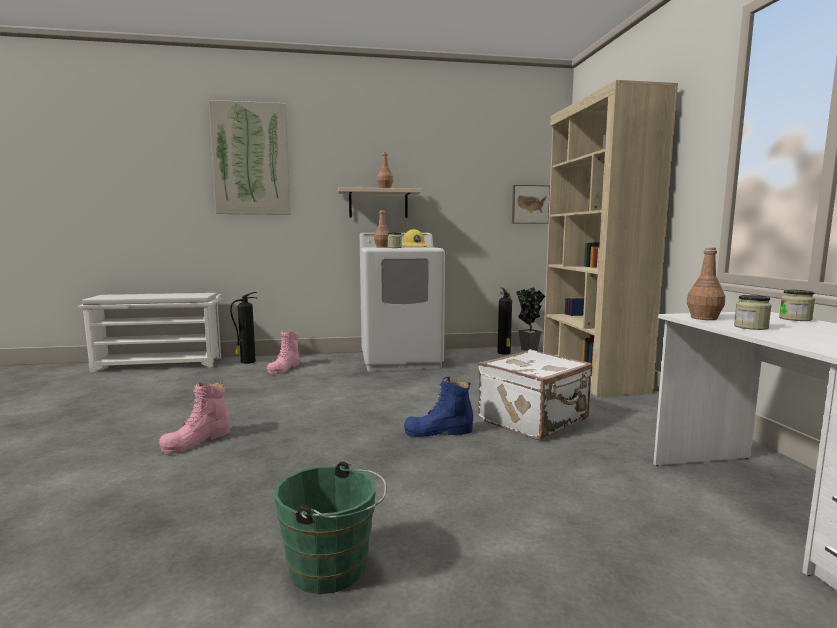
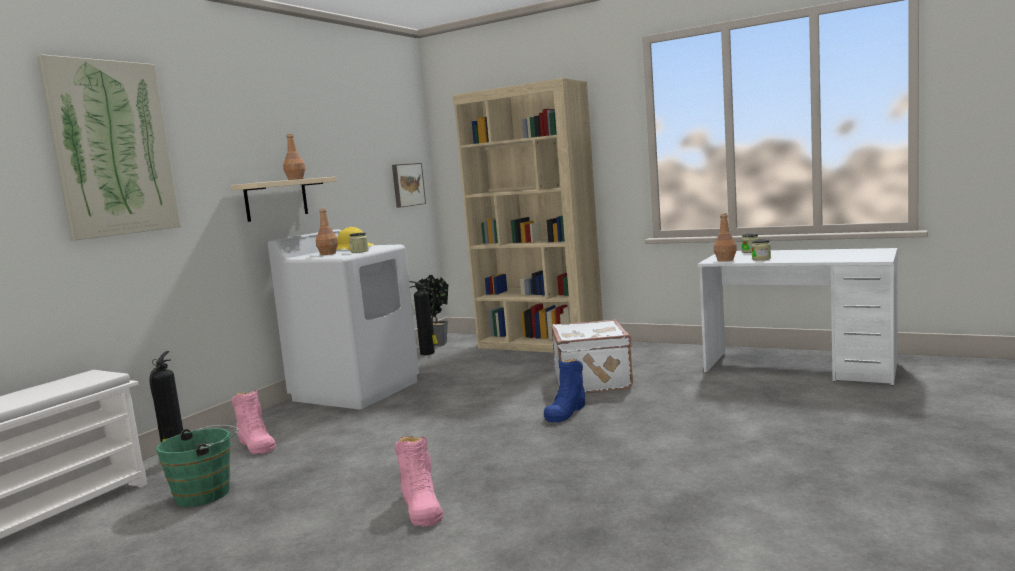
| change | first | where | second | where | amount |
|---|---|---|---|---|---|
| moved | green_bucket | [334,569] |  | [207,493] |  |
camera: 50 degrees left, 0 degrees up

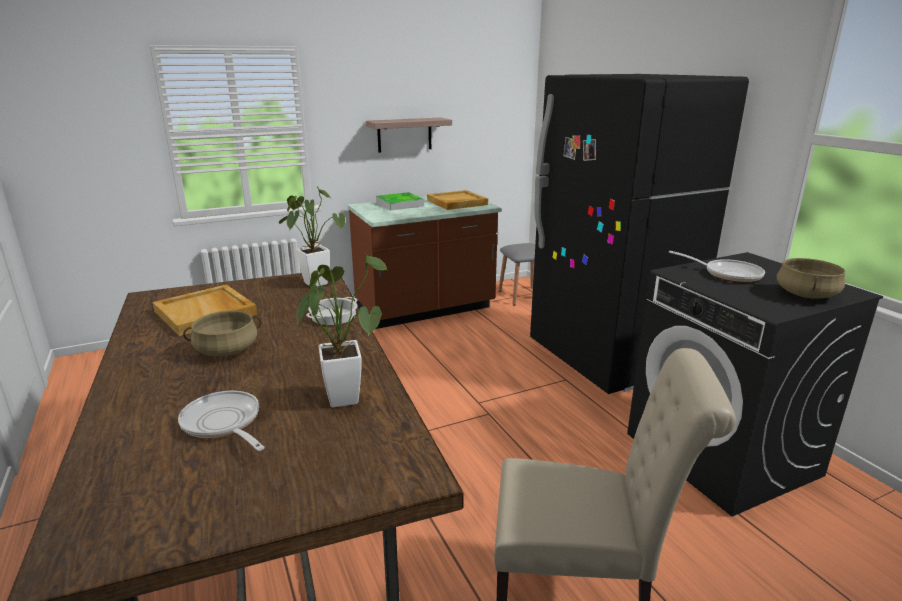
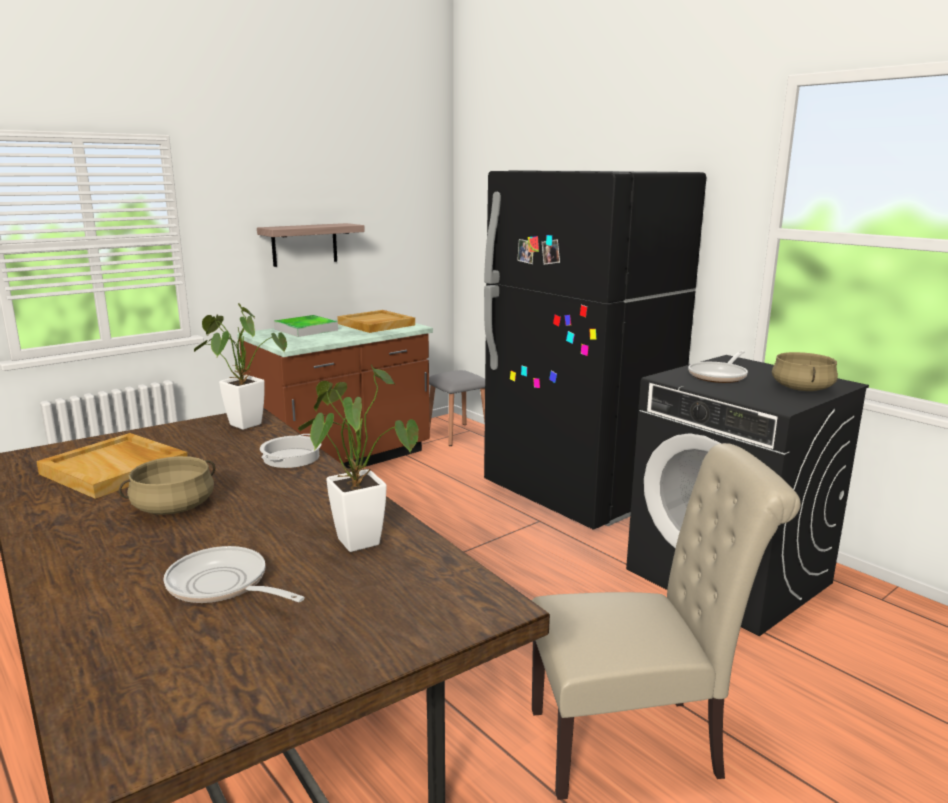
| change | first | where | second | where | amount |
|---|---|---|---|---|---|
| turned | frying_pan | [727,274] |  | [719,376] | 105 degrees clockwise |
camera: 15 degrees left, 5 degrees down

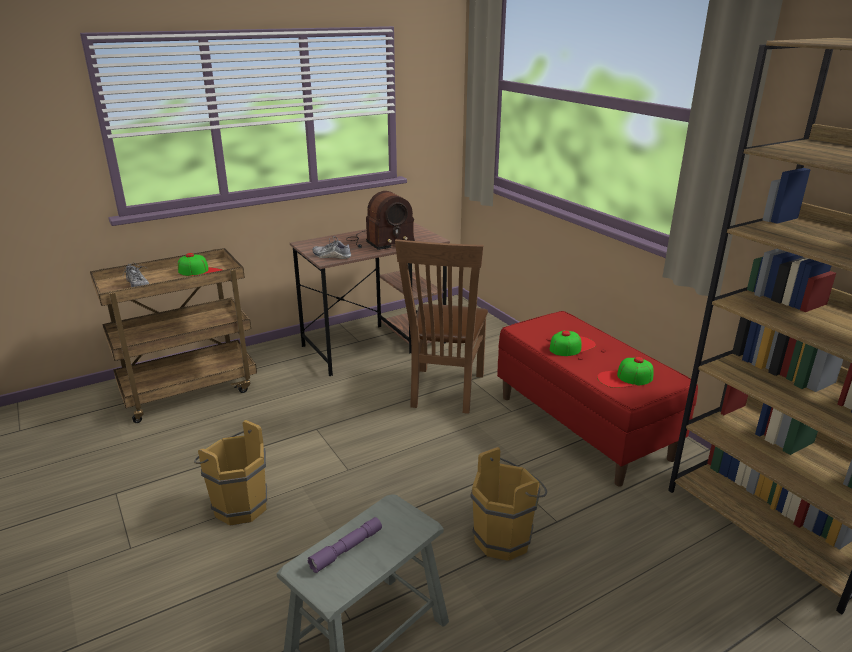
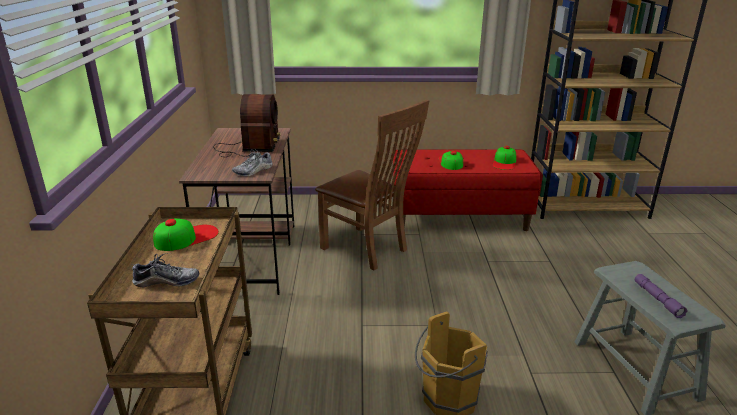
| change | first | where | second | where | amount |
|---|---|---|---|---|---|
| removed | brown_bucket | [506,538] |  |  |  |
camera: 60 degrees left, 0 degrees up

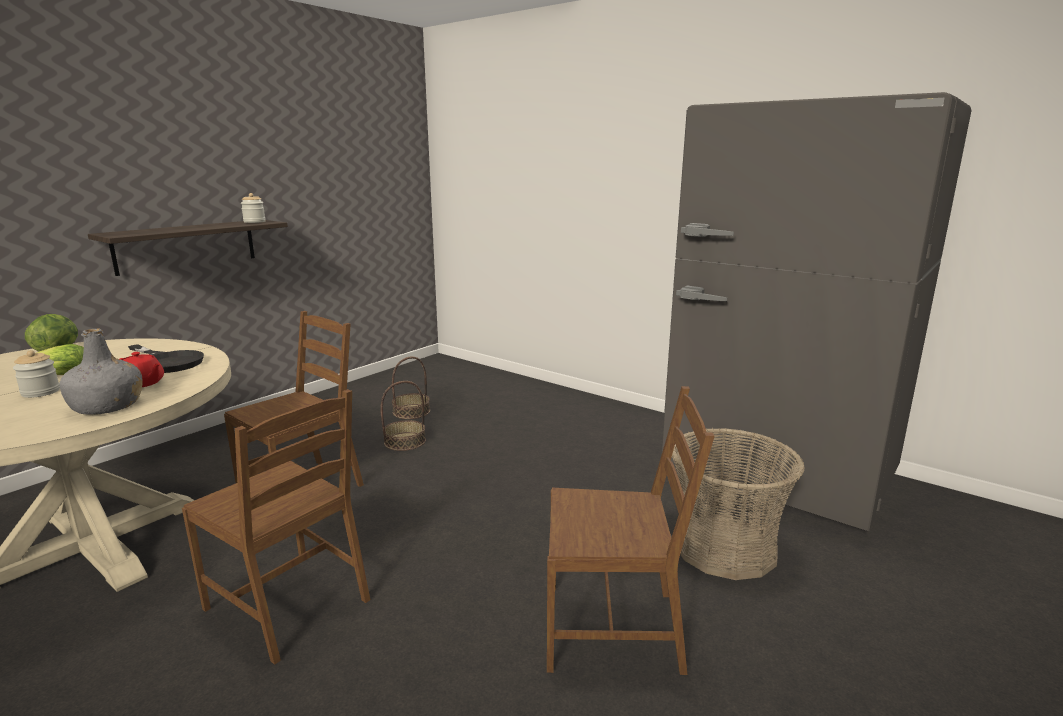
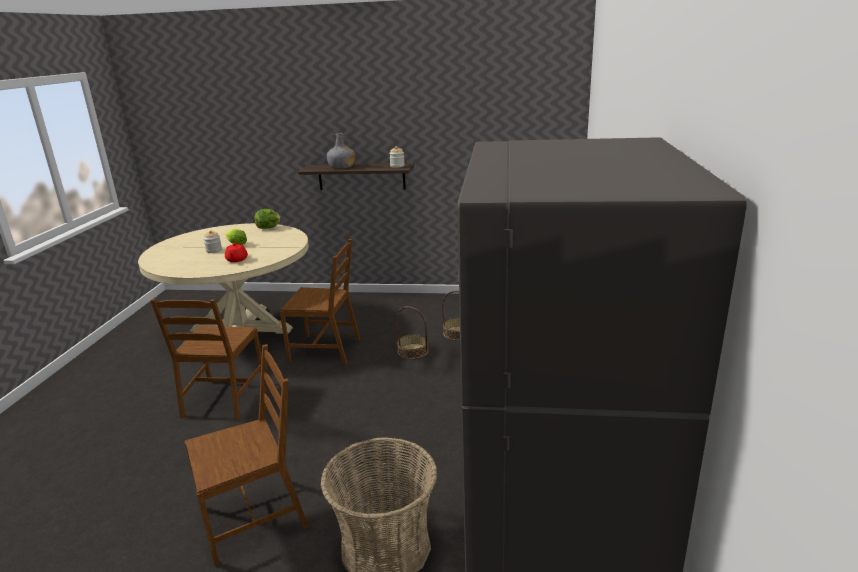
| change | first | where | second | where | amount |
|---|---|---|---|---|---|
| moved | grey_bottle | [107,406] |  | [342,167] |  |
| removed | black_frying_pan | [167,362] |  |  |  |
| turned | brown_chair | [613,627] |  | [255,517] | 90 degrees counterclockwise |
camera: 60 degrees right, 5 degrees up

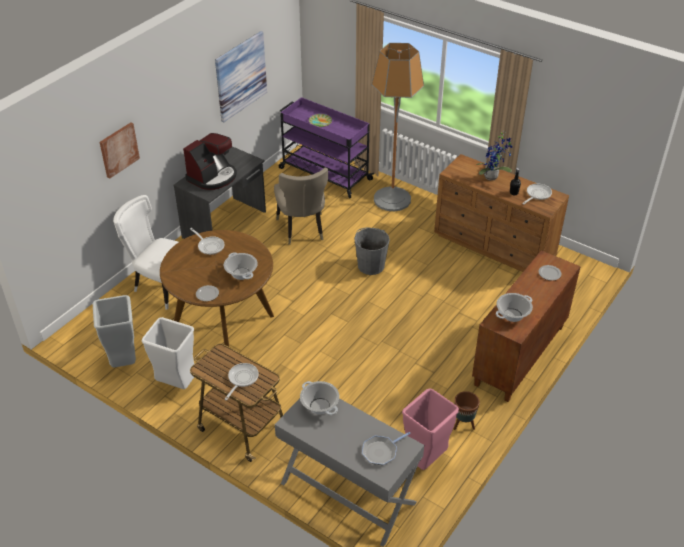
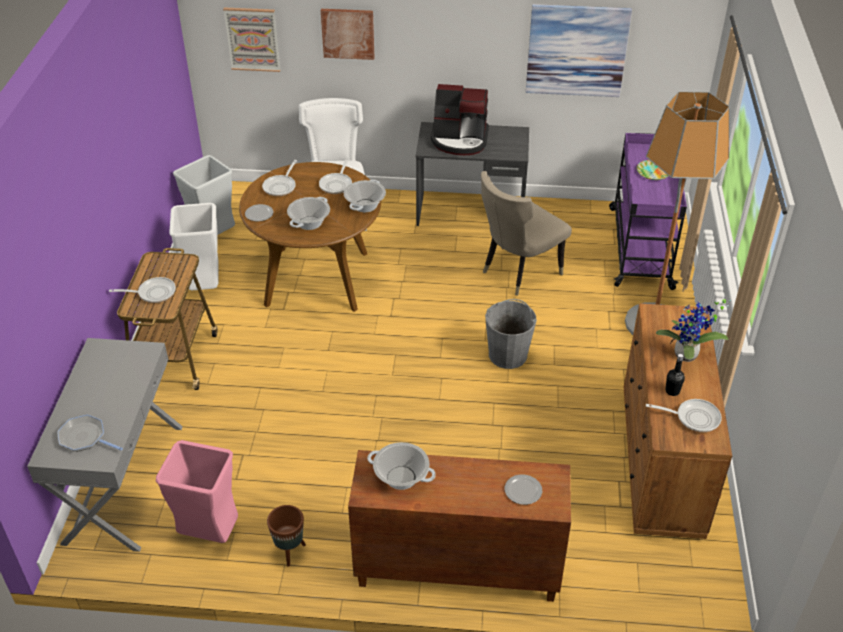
| change | first | where | second | where | amount |
|---|---|---|---|---|---|
| moved | cooking_pot | [319,406] |  | [365,206] |  |
| added |  |  | picture | [252,39] |  |
| added |  |  | frying_pan | [281,186] |  |
camera: 60 degrees right, 0 degrees up

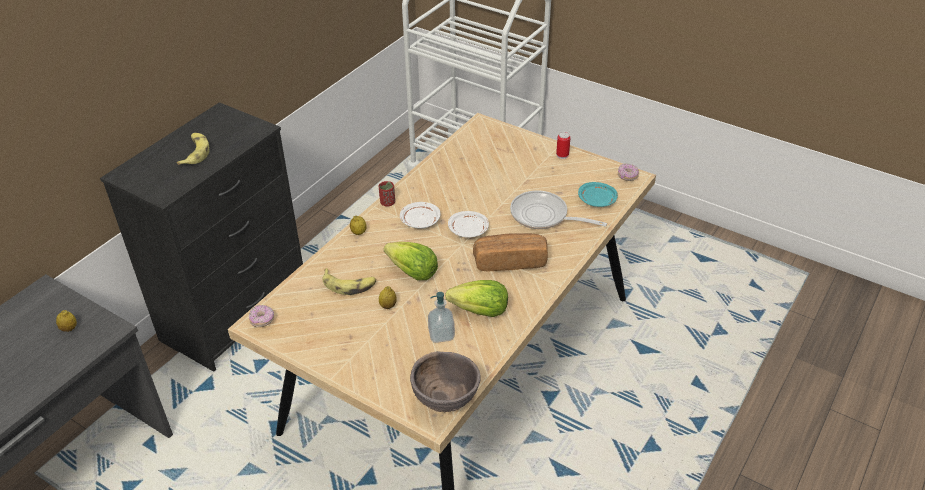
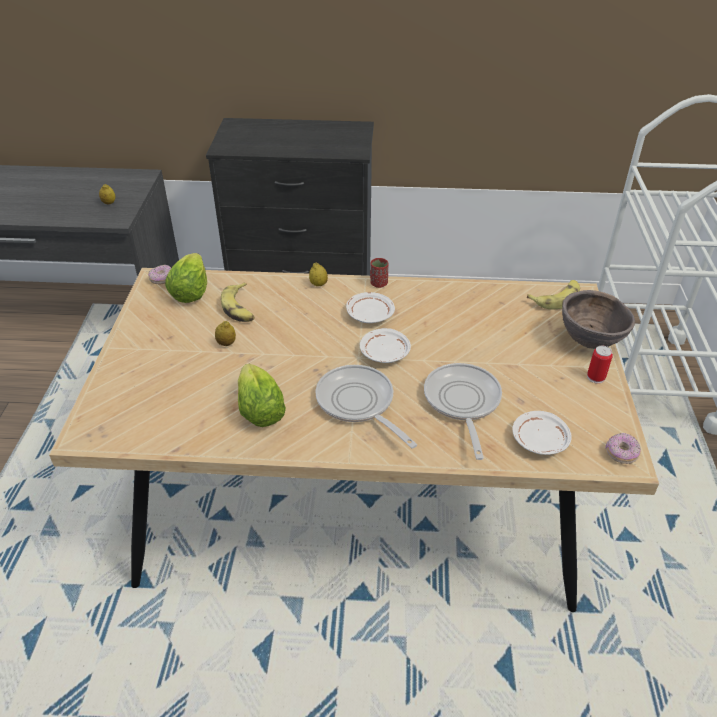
| change | first | where | second | where | amount |
|---|---|---|---|---|---|
| moved | banana | [195,153] |  | [556,298] |  |
| moved | lettuce | [412,272] |  | [190,292] |  |
| moved | brown_bowl | [445,401] |  | [590,342] |  |
| removed | soap_dispenser | [441,334] |  |  |  |
| replaced | bread | [510,261] | frying_pan | [358,404] |  |
| recoloured | turquoise_plate | [597,200] | white_plate | [539,441] |  |
camera: 60 degrees right, 0 degrees up

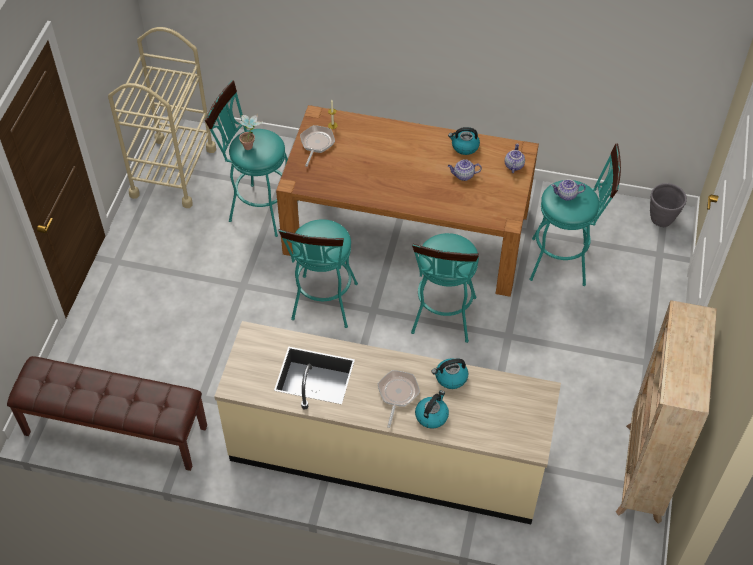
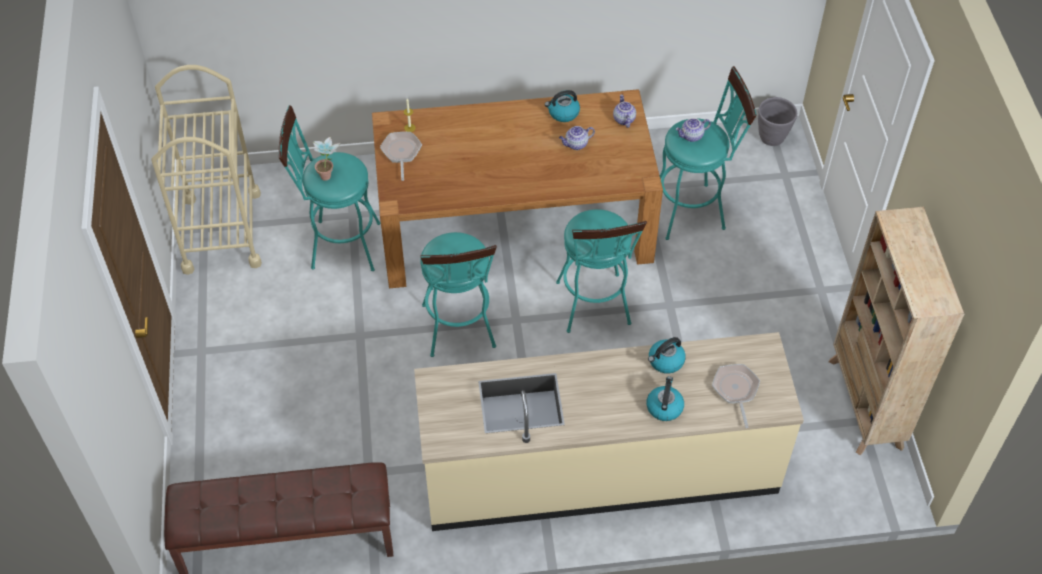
| change | first | where | second | where | amount |
|---|---|---|---|---|---|
| moved | frying_pan | [397,394] |  | [735,390] |  |
camera: 20 degrees left, 0 degrees up

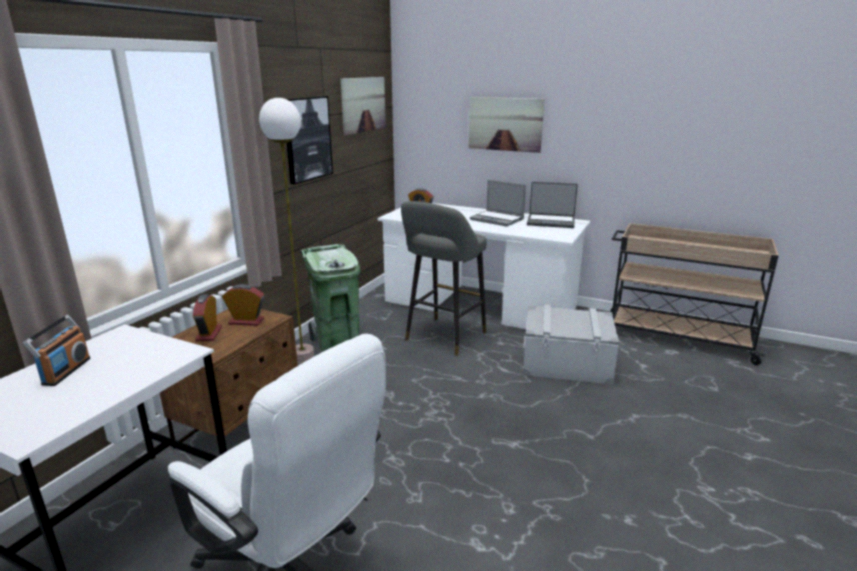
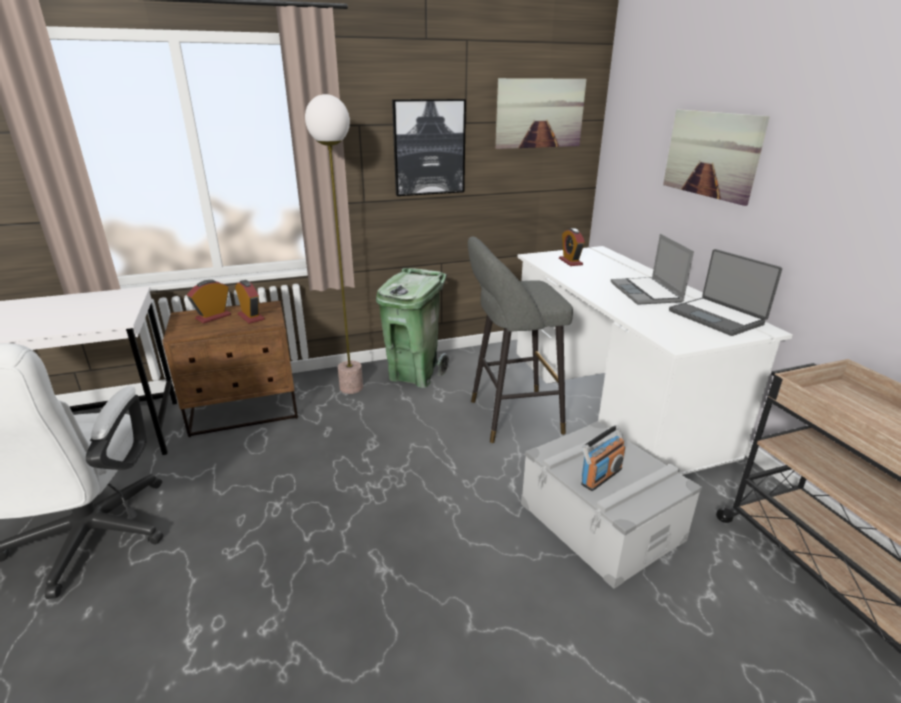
| change | first | where | second | where | amount |
|---|---|---|---|---|---|
| moved | radio | [66,371] |  | [600,476] |  |
camera: 45 degrees right, 5 degrees up

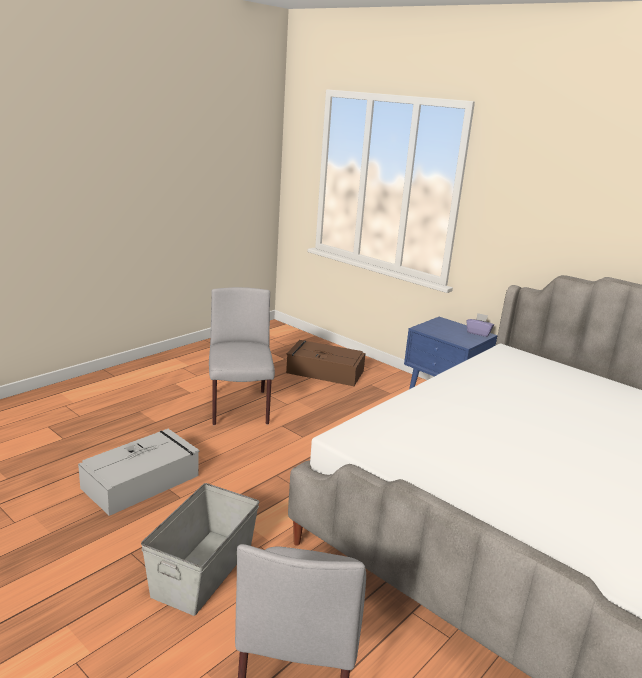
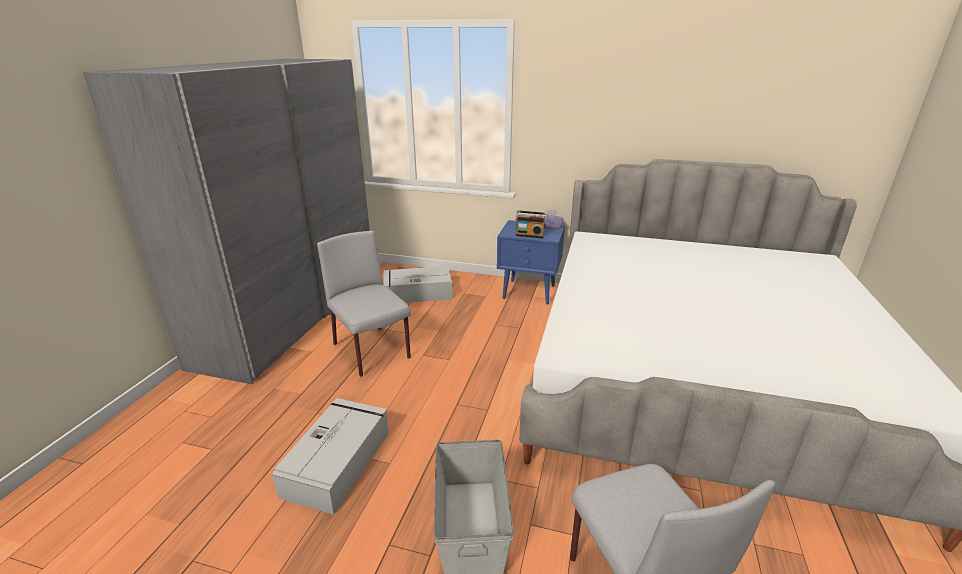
| change | first | where | second | where | amount |
|---|---|---|---|---|---|
| recoloured | brown_storage_box | [324,371] | grey_storage_box | [417,293] |  |
| added |  |  | grey_wardrobe | [293,315] |  |
| added |  |  | radio | [530,235] |  |
camera: 25 degrees left, 5 degrees up

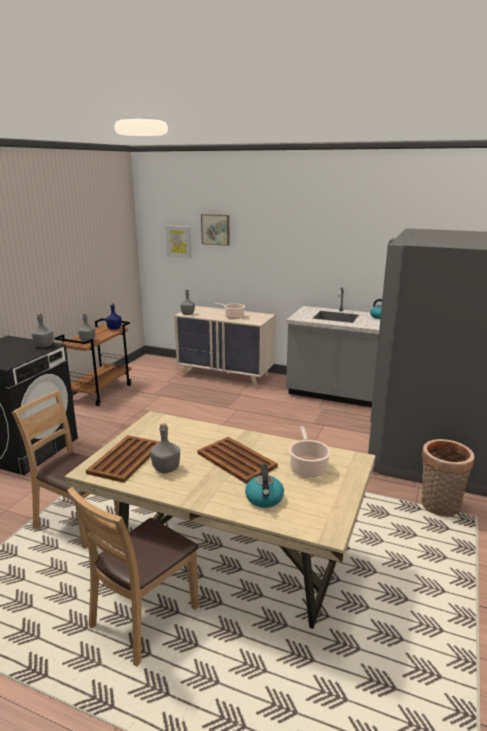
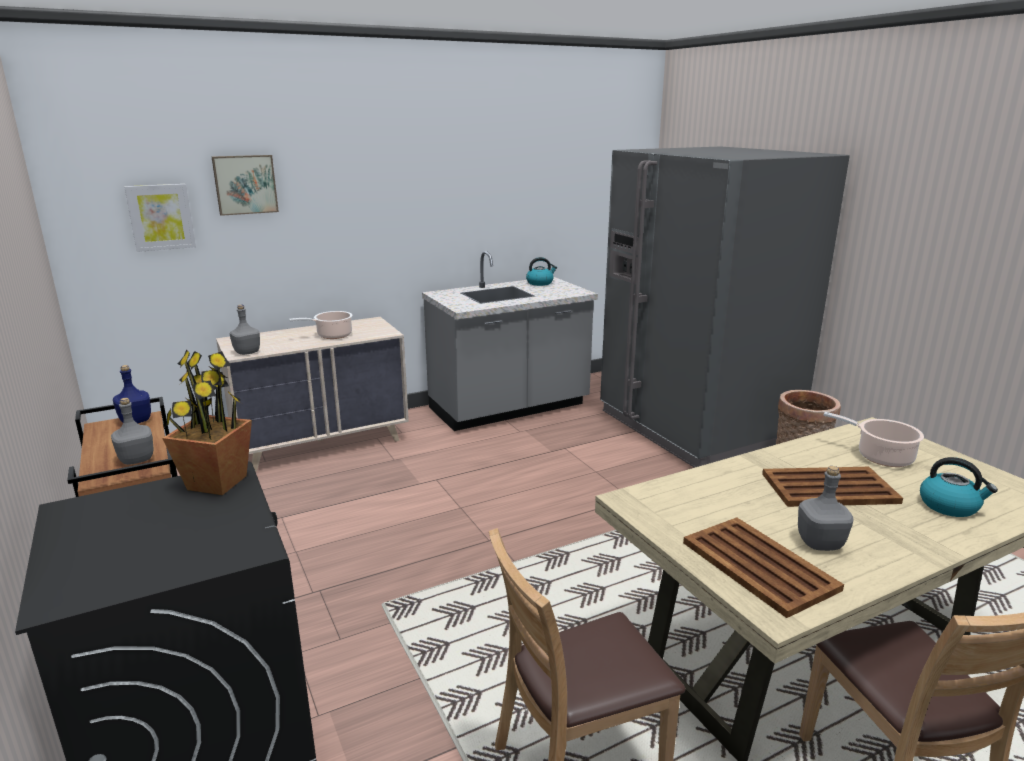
| change | first | where | second | where | amount |
|---|---|---|---|---|---|
| replaced | grey_bottle | [43,346] | potted_plant | [216,482] |  |
camera: 50 degrees left, 0 degrees up

